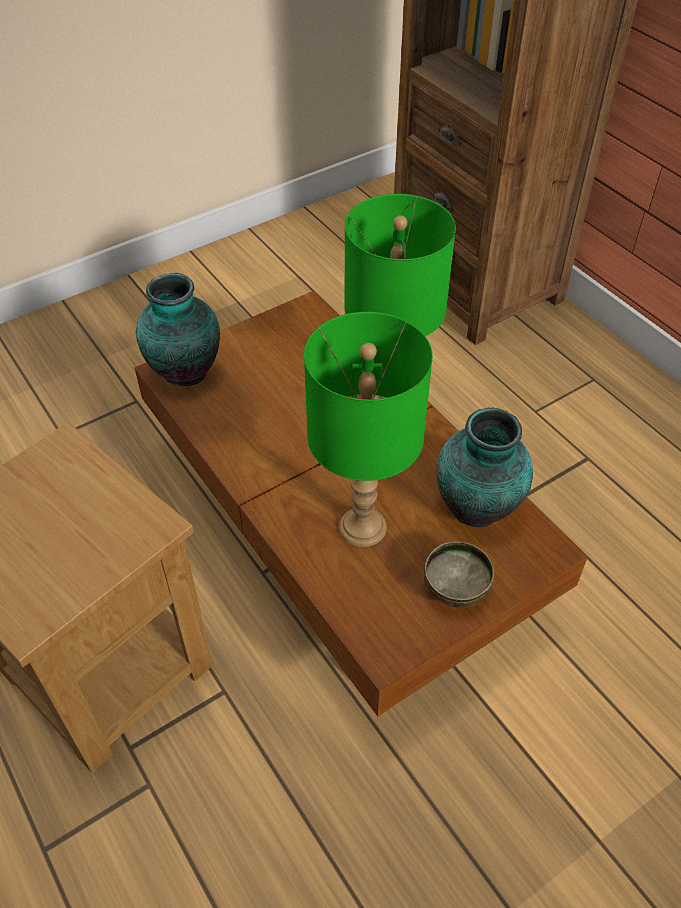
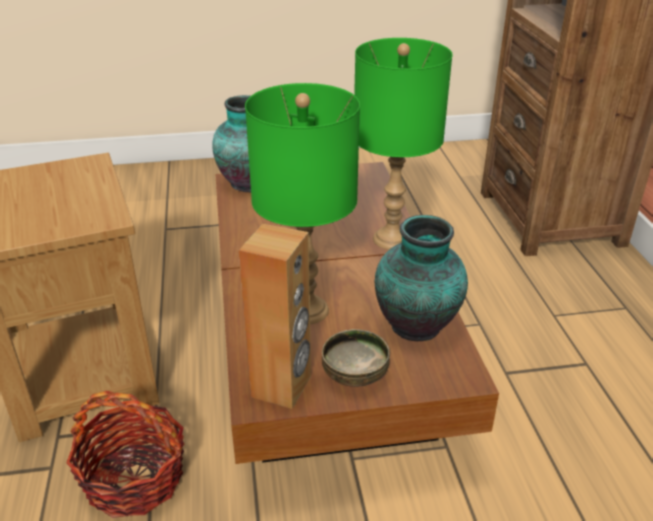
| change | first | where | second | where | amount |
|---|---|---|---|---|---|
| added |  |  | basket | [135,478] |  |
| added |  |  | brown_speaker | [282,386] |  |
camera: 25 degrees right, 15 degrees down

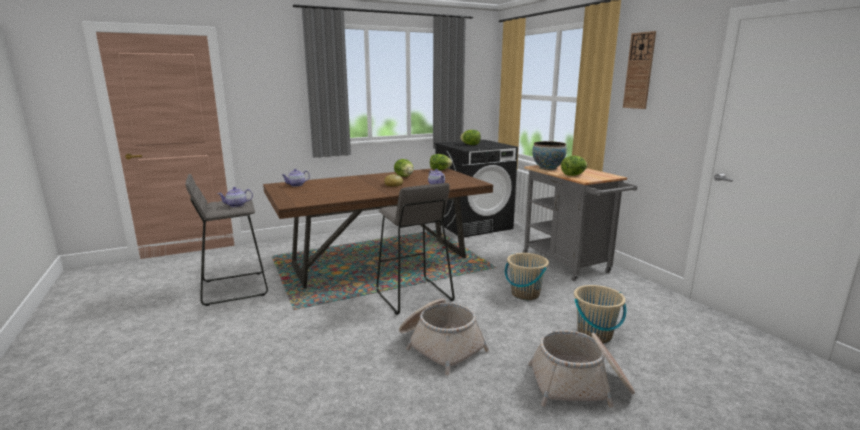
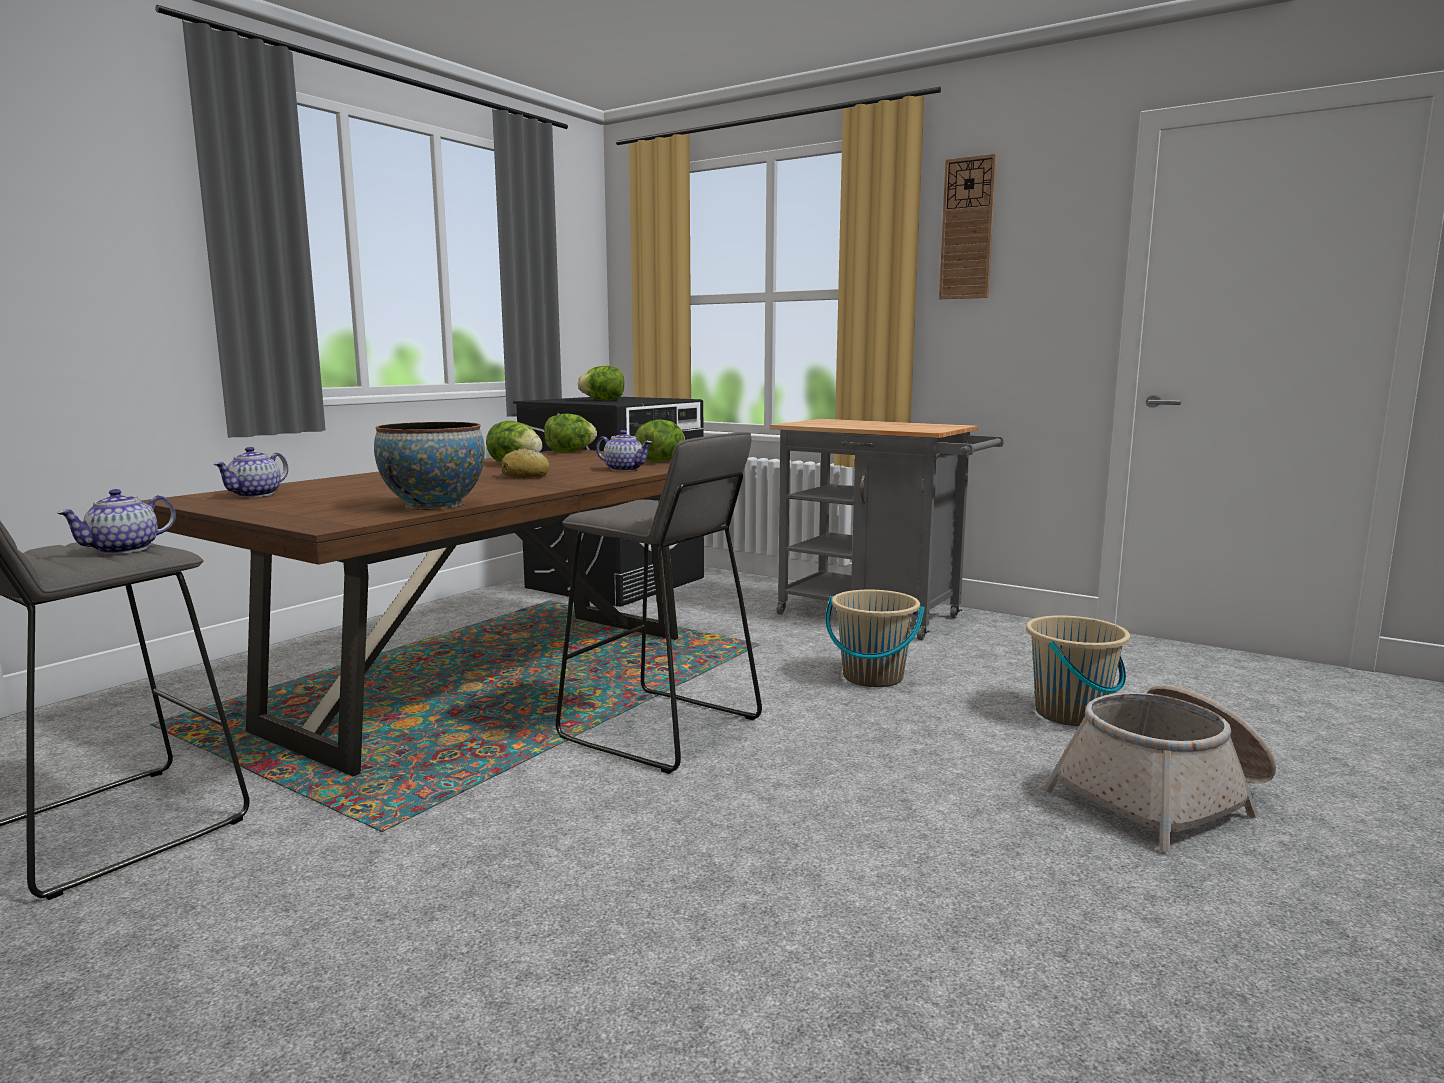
| change | first | where | second | where | amount |
|---|---|---|---|---|---|
| removed | basket | [440,346] |  |  |  |
| moved | bowl | [548,168] |  | [434,505] |  |
| moved | lettuce | [573,175] |  | [661,461] |  |
camera: 30 degrees left, 5 degrees down

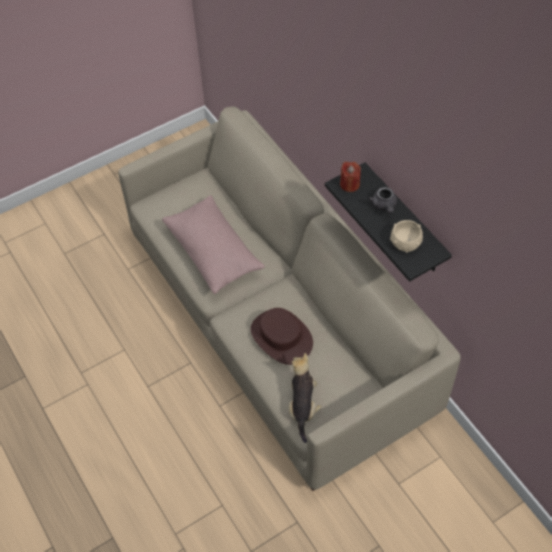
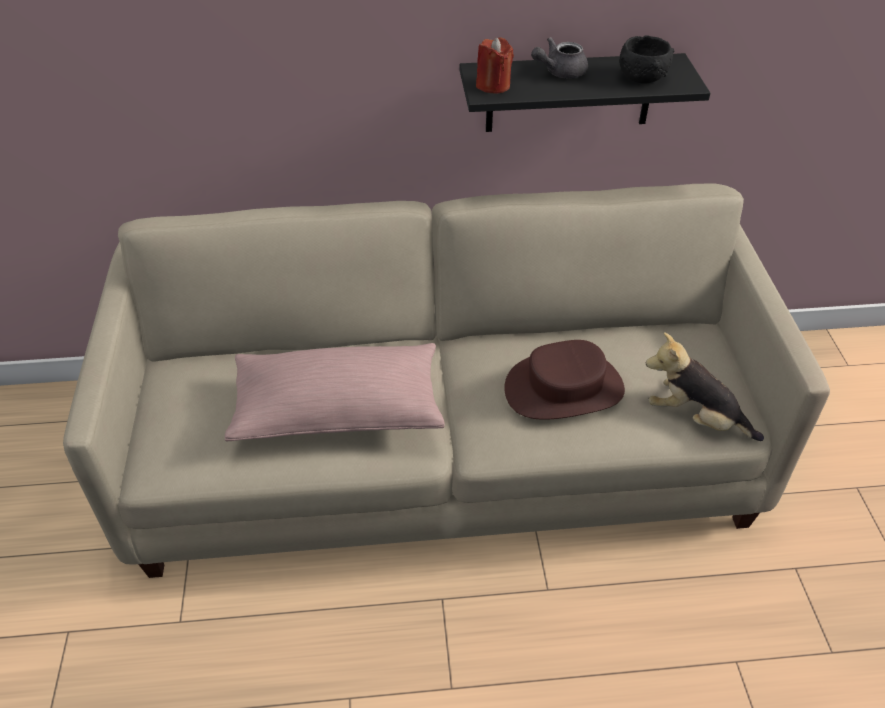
| change | first | where | second | where | amount |
|---|---|---|---|---|---|
| turned | grey_teapot | [384,206] |  | [559,72] | 135 degrees clockwise |
| recoloured | beige_bowl | [405,243] | black_bowl | [642,77] |  |
camera: 65 degrees left, 10 degrees down

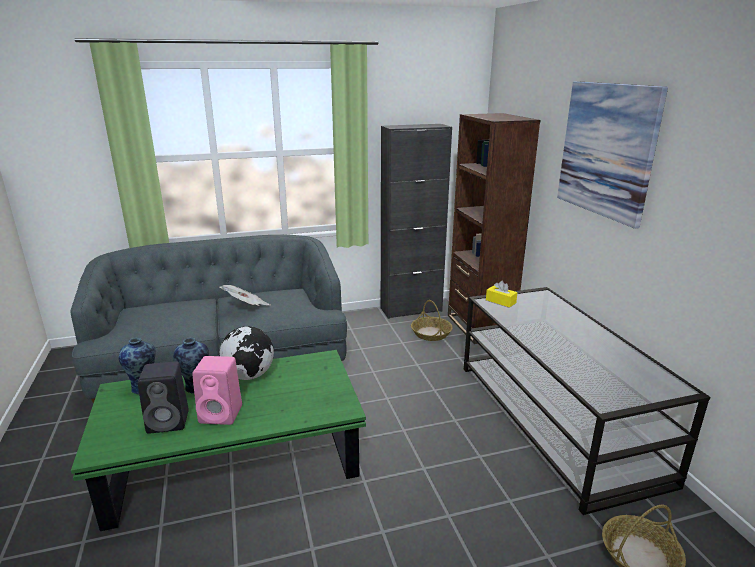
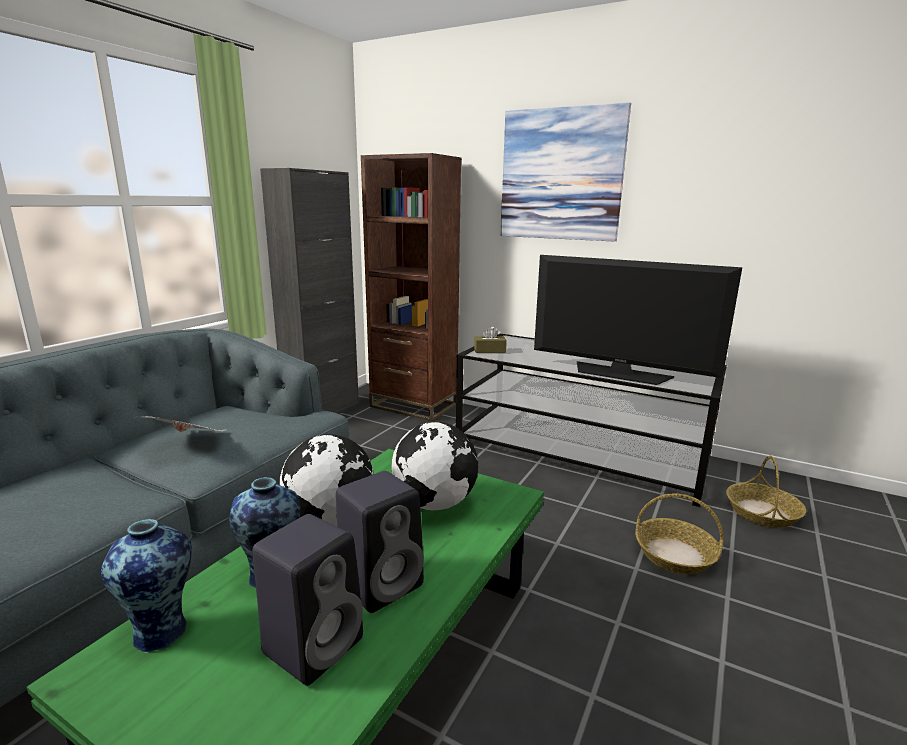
| change | first | where | second | where | amount |
|---|---|---|---|---|---|
| recoloured | pink_speaker | [222,414] | black_speaker | [383,582] |  |
| moved | basket | [431,333] |  | [675,554] |  |
| recoloured | yellow_tissue_box | [500,301] | brown_tissue_box | [489,350] |  |
| added |  |  | globe | [435,503] |  |
| added |  |  | television | [620,374] |  |
camera: 45 degrees left, 5 degrees down

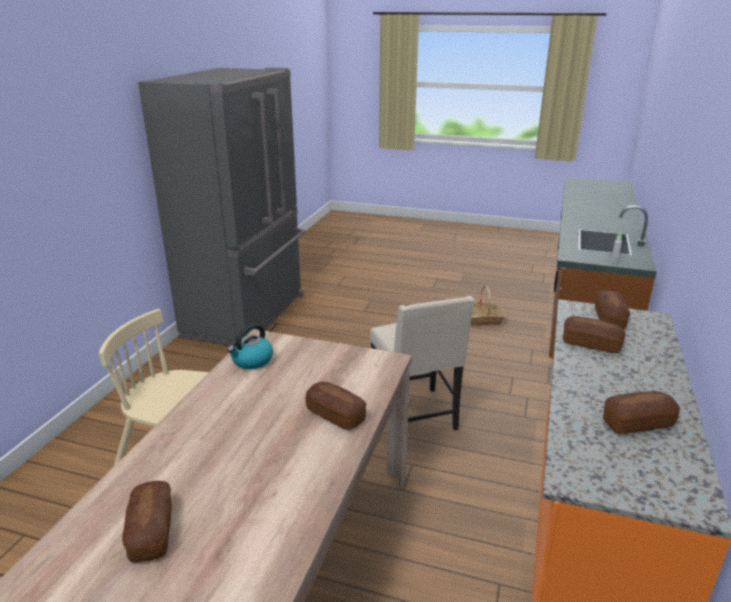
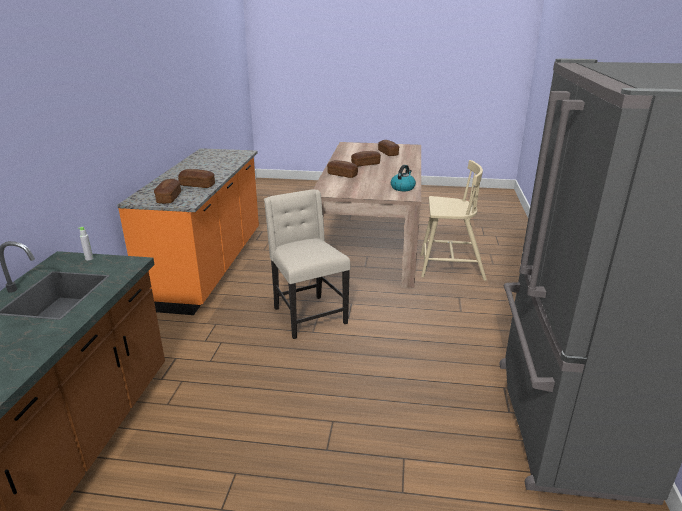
| change | first | where | second | where | amount |
|---|---|---|---|---|---|
| removed | basket | [482,320] |  |  |  |
| moved | bread | [637,423] |  | [365,164] |  |
camera: 170 degrees right, 0 degrees up

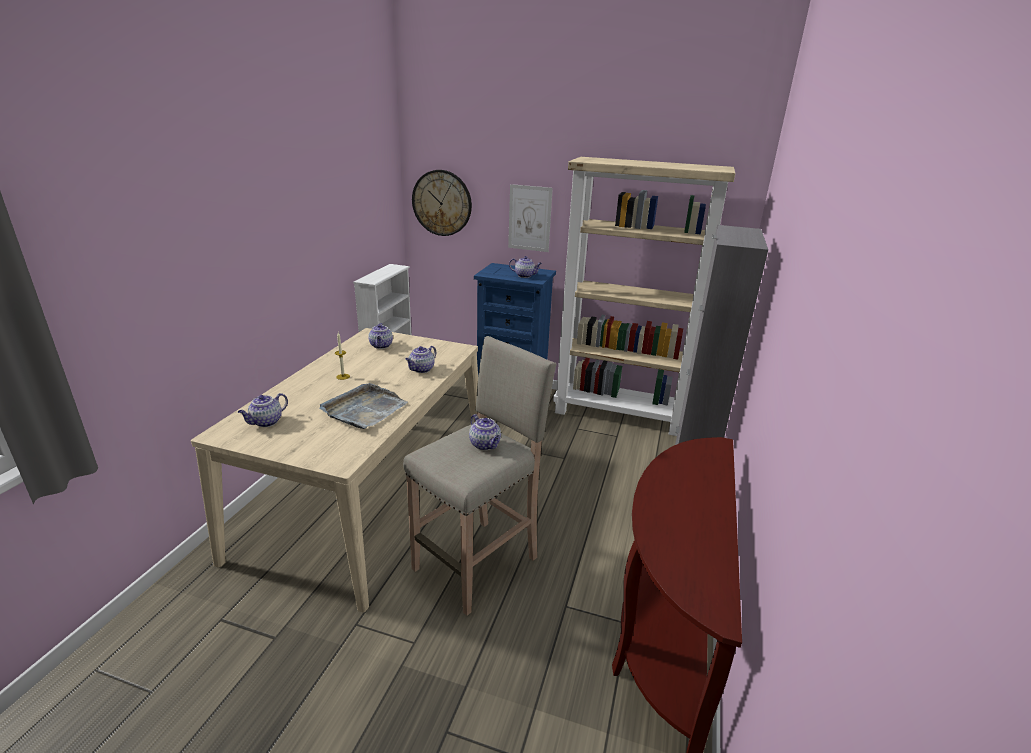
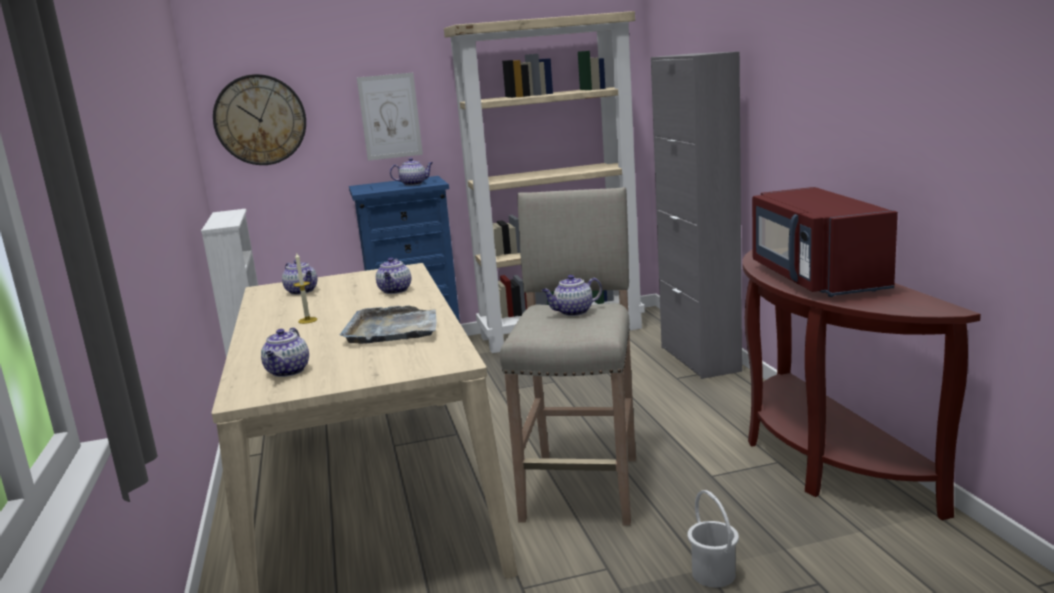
| change | first | where | second | where | amount |
|---|---|---|---|---|---|
| turned | teapot | [485,445] |  | [573,312] | 135 degrees clockwise |
| added |  |  | white_bucket | [714,574] |  |
| added |  |  | red_microwave | [815,278] |  |
camera: 30 degrees left, 10 degrees down

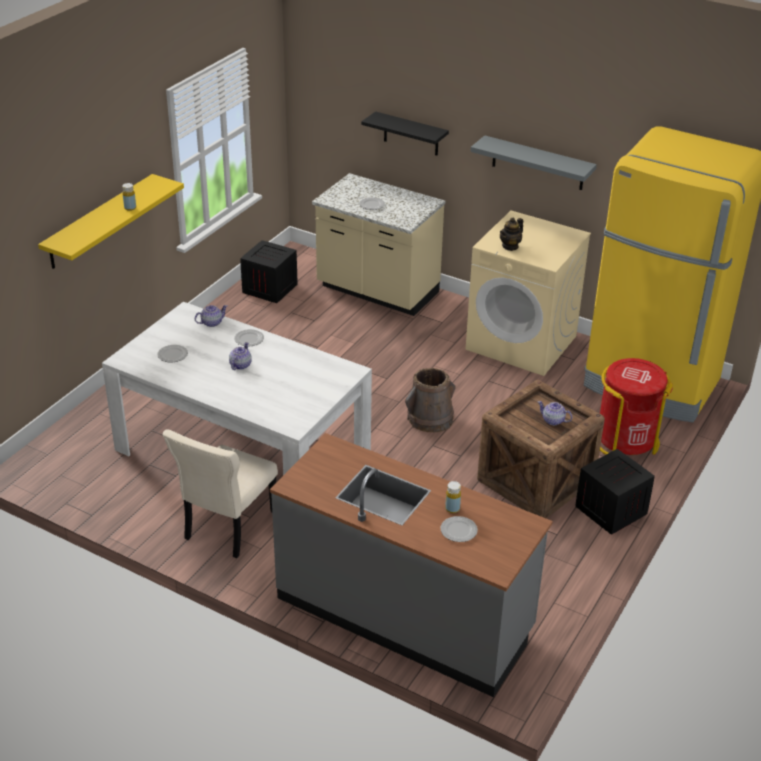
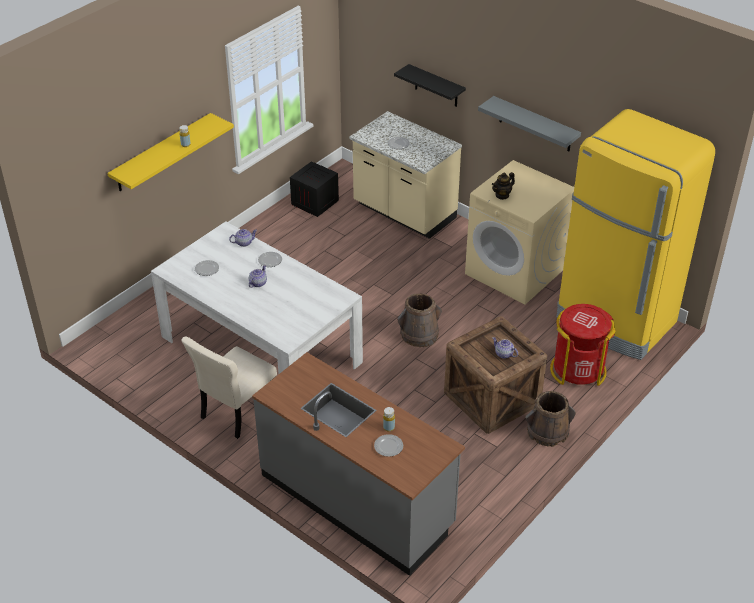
| change | first | where | second | where | amount |
|---|---|---|---|---|---|
| replaced | crate | [611,511] | brown_bucket | [547,431] |  |
camera: 10 degrees right, 5 degrees up

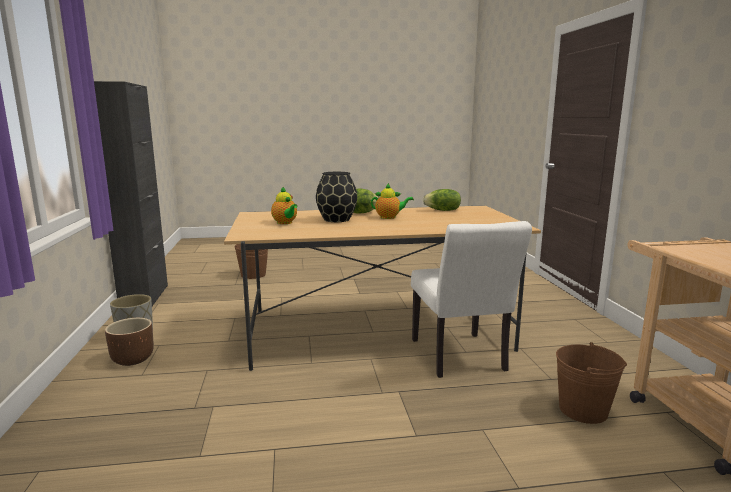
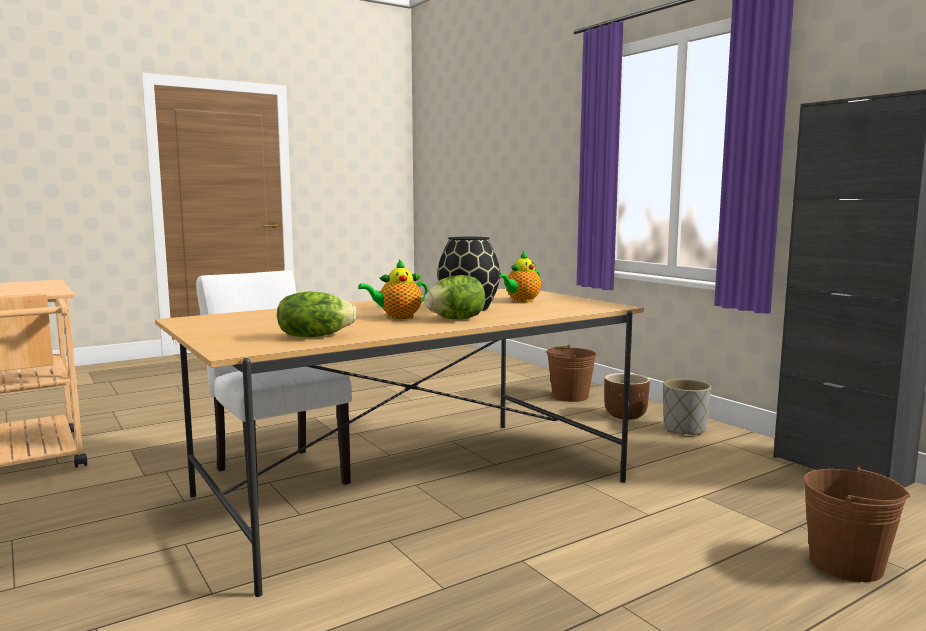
| change | first | where | second | where | amount |
|---|---|---|---|---|---|
| turned | teapot | [285,223] |  | [521,301] | 75 degrees counterclockwise |
| moved | brown_bucket | [583,410] |  | [570,396] |  |
camera: 155 degrees right, 5 degrees down

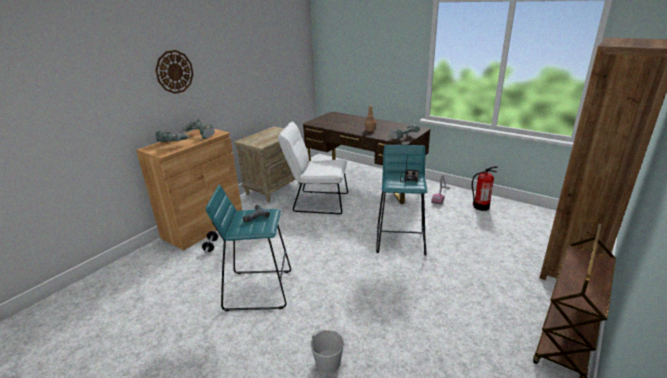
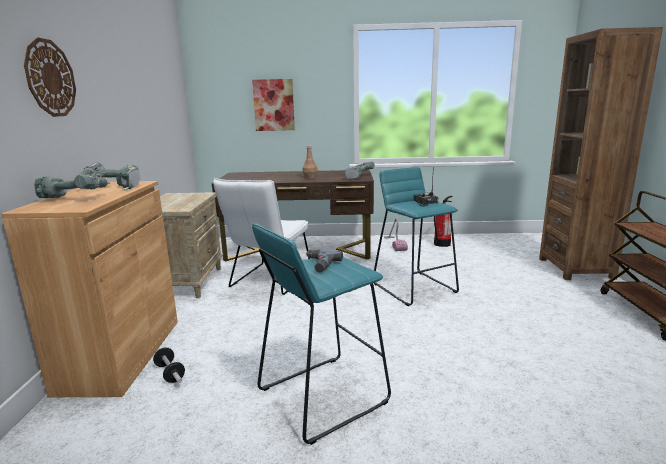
| change | first | where | second | where | amount |
|---|---|---|---|---|---|
| turned | white_chair | [317,202] |  | [268,281] | 45 degrees counterclockwise |
| removed | white_bucket | [328,362] |  |  |  |
| added |  |  | picture | [274,105] |  |
camera: 35 degrees left, 10 degrees down

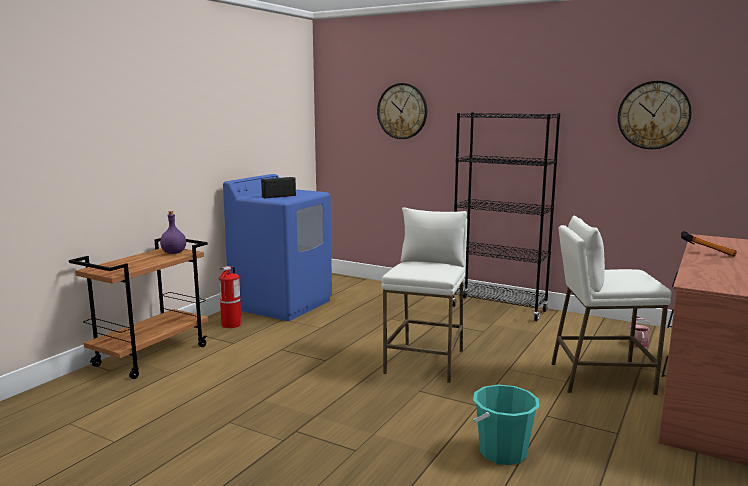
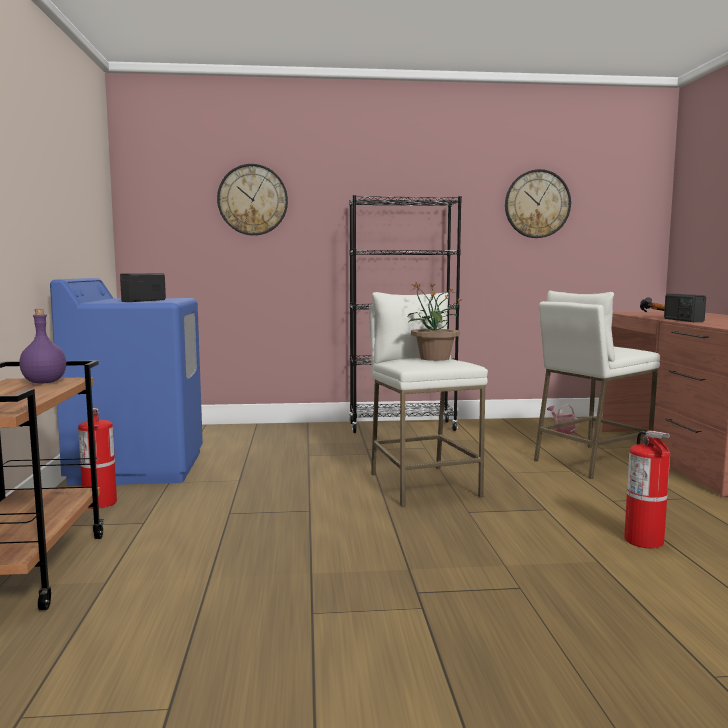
| change | first | where | second | where | amount |
|---|---|---|---|---|---|
| replaced | turquoise_bucket | [502,453] | fire_extinguisher | [644,541] |  |
| added |  |  | potted_plant | [433,358] |  |
| added |  |  | radio | [683,320] |  |
camera: 35 degrees left, 5 degrees down

